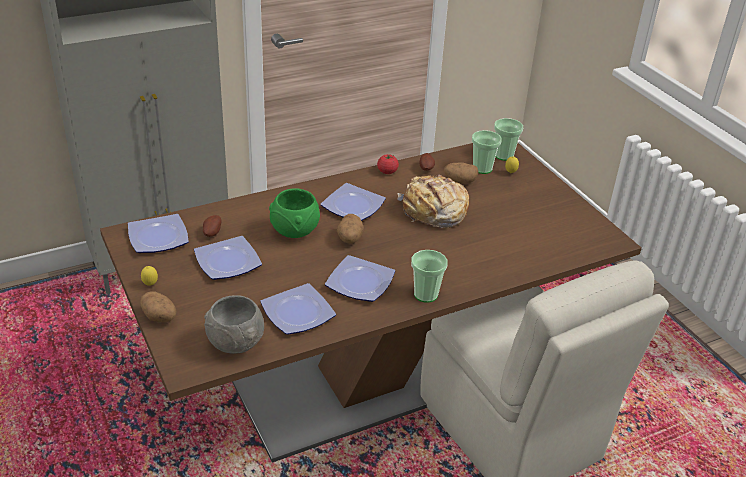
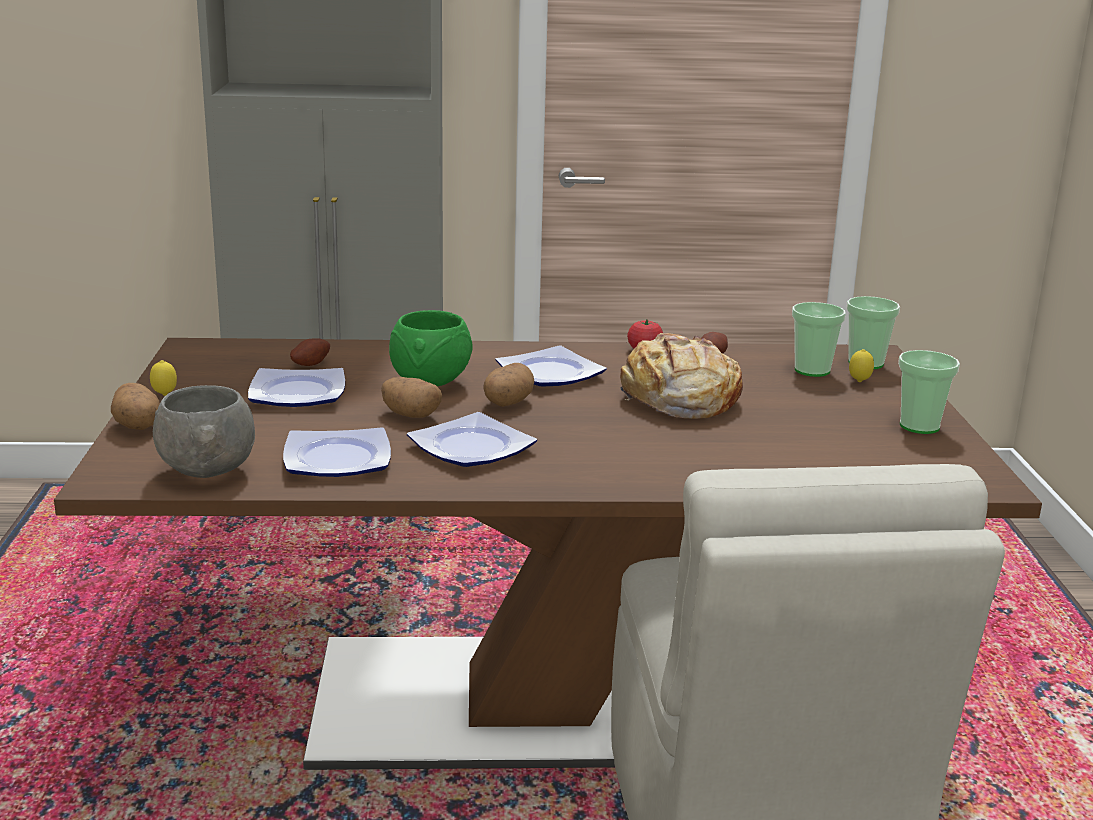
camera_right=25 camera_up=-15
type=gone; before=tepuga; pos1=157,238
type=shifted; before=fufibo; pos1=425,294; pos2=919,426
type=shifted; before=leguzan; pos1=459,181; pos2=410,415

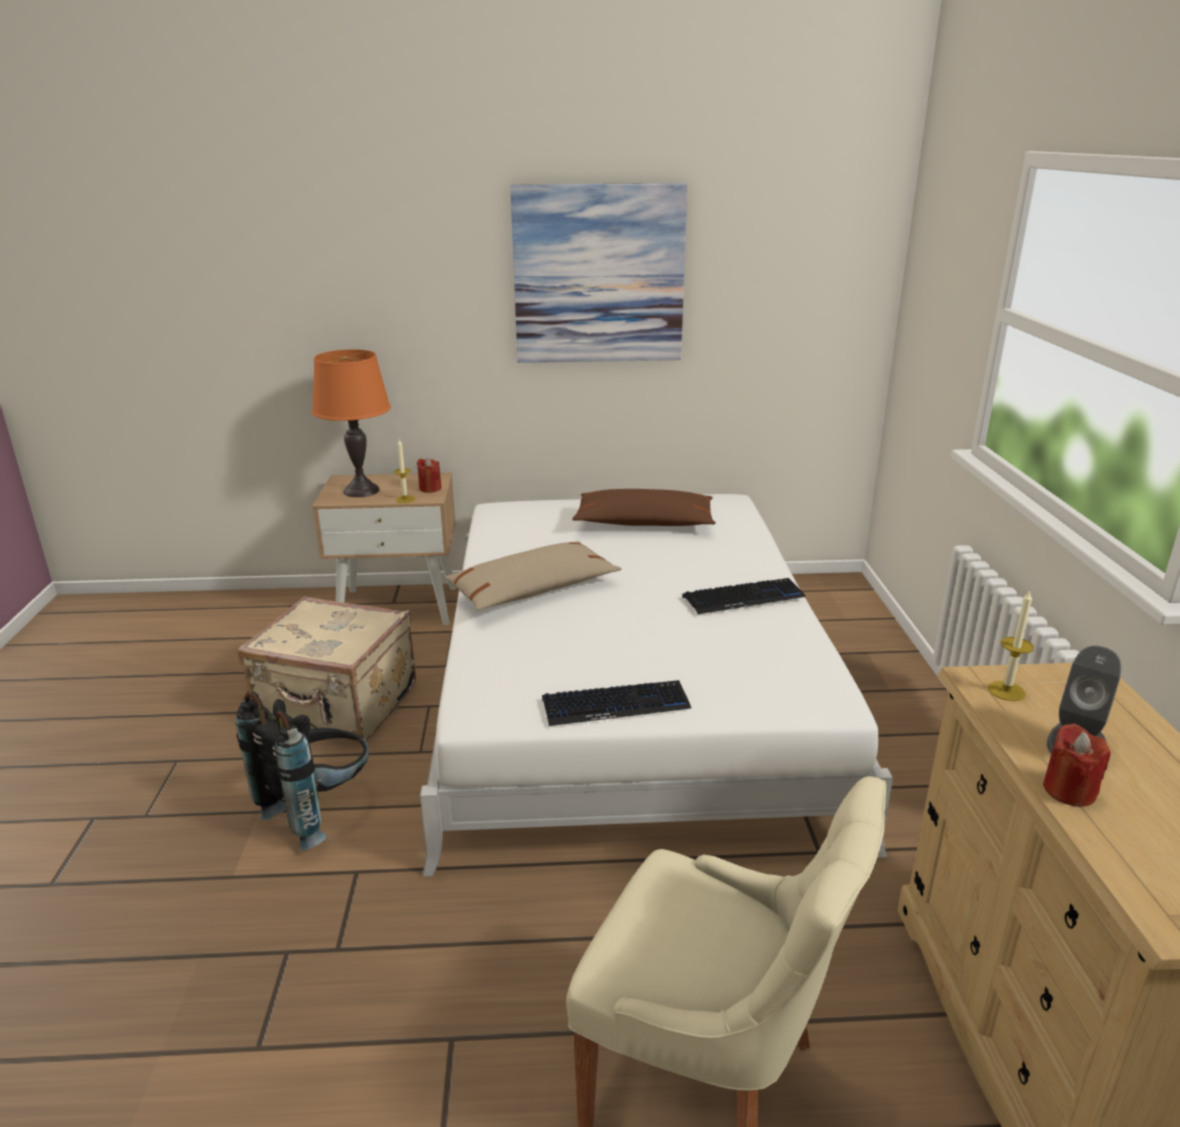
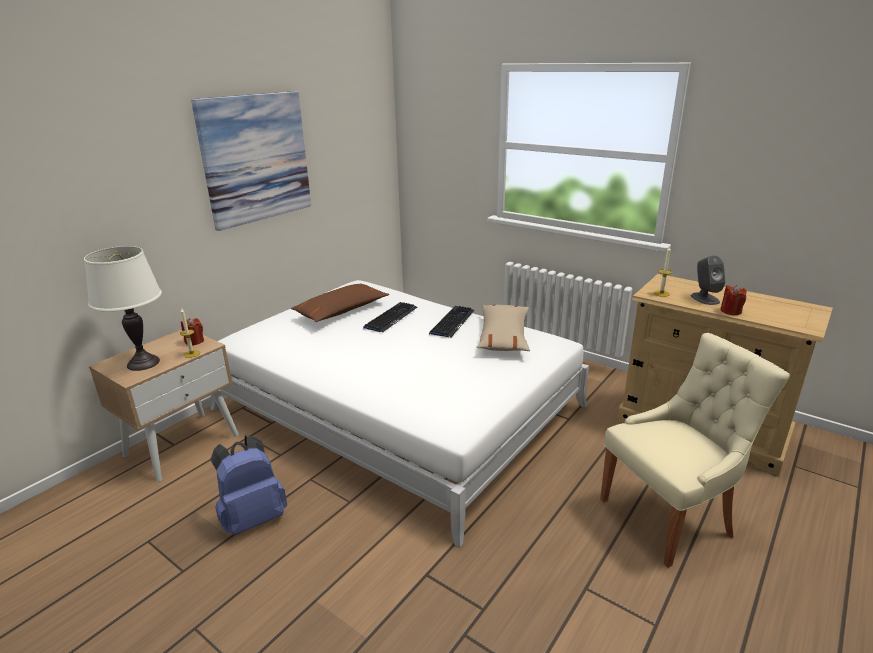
camera_right=-50 camera_up=0
type=gone; before=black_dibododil; pos1=319,810
type=shifted; before=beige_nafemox; pos1=533,590; pos2=503,336
type=shifted; before=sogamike; pos1=615,705; pos2=391,318
type=swapped; before=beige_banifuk; after=blue_dibododil; pos1=338,706; pos2=253,517
type=repainted; before=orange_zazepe; after=white_zazepe; pos1=361,491; pos2=143,363

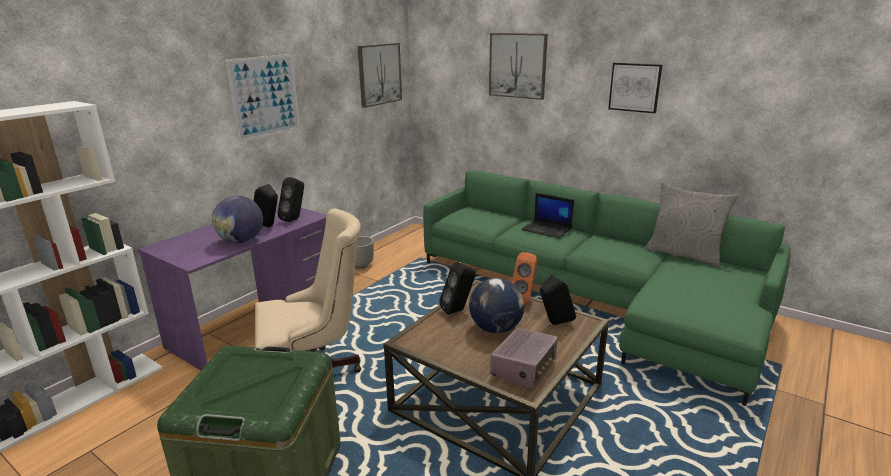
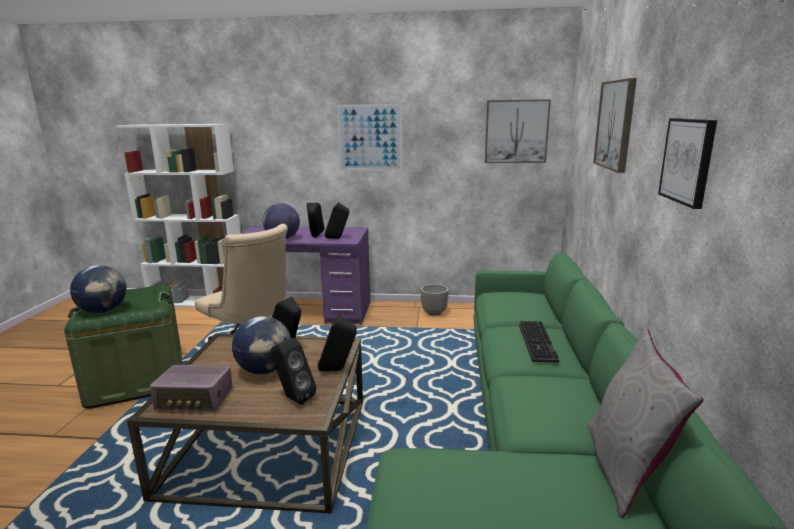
camera_right=60 camera_up=-5
type=new; after=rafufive; pos2=103,311
type=swapped; before=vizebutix; after=sogamike; pos1=547,229; pos2=539,343
type=repainted; before=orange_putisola; after=black_putisola; pos1=525,299; pos2=338,370

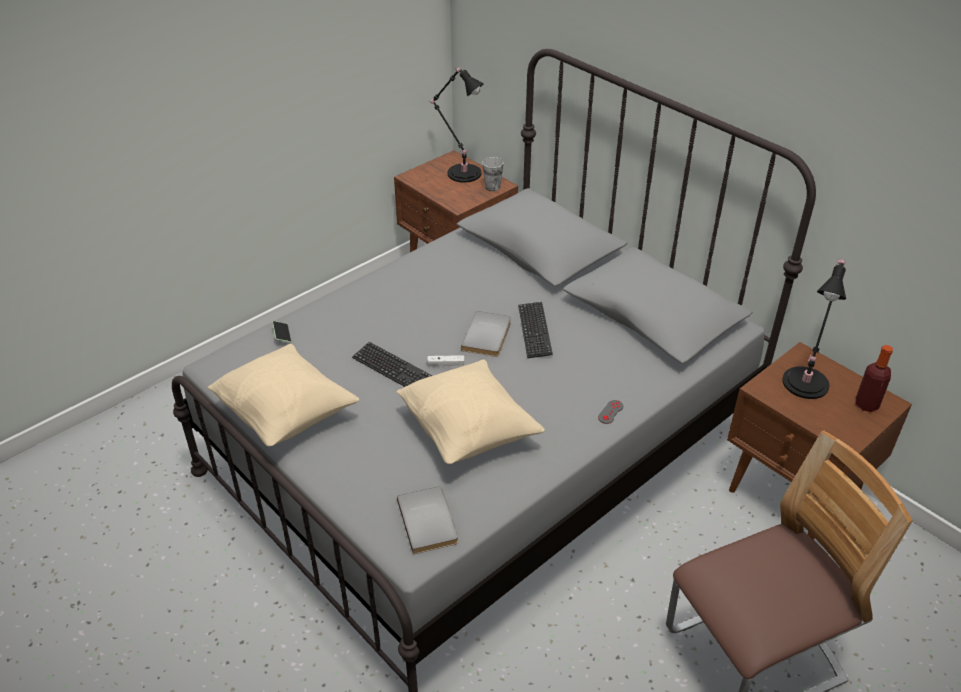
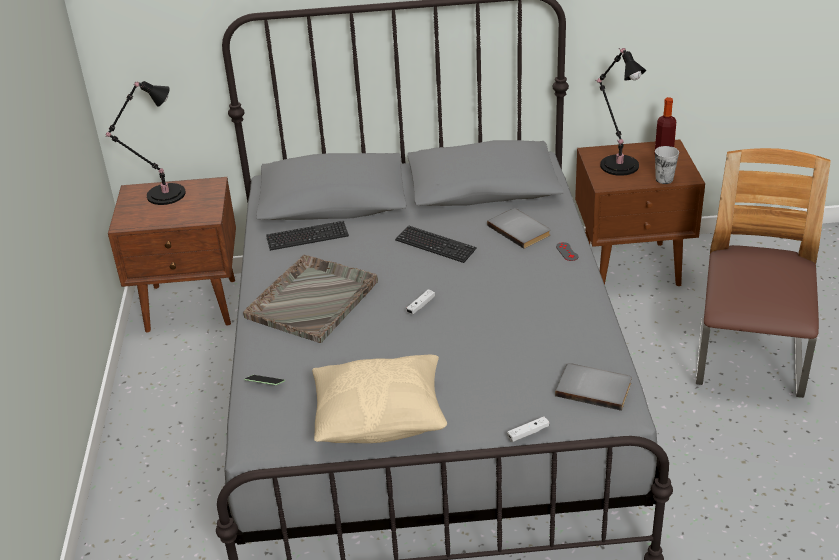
camera_right=-50 camera_up=-5
type=gone; before=beige_nafemox; pos1=468,432
type=new; after=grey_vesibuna; pos2=313,299
type=new; after=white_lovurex; pos2=528,433
type=shifted; before=sogamike; pos1=392,368; pos2=307,237
type=shifted; before=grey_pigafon; pos1=488,336; pos2=520,229
type=shifted; before=fufibo; pos1=492,187; pos2=664,179

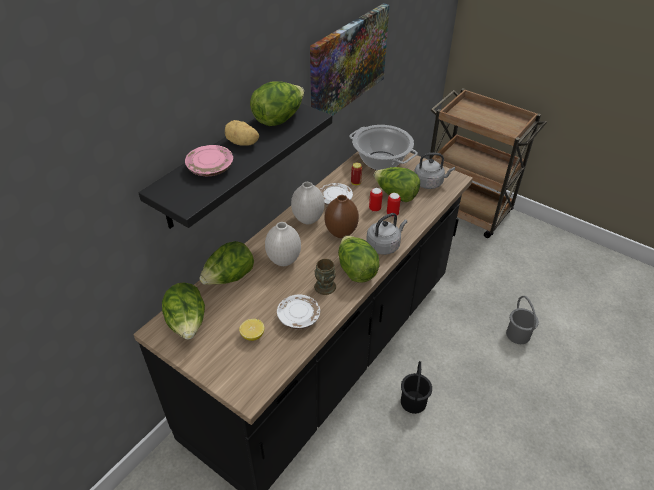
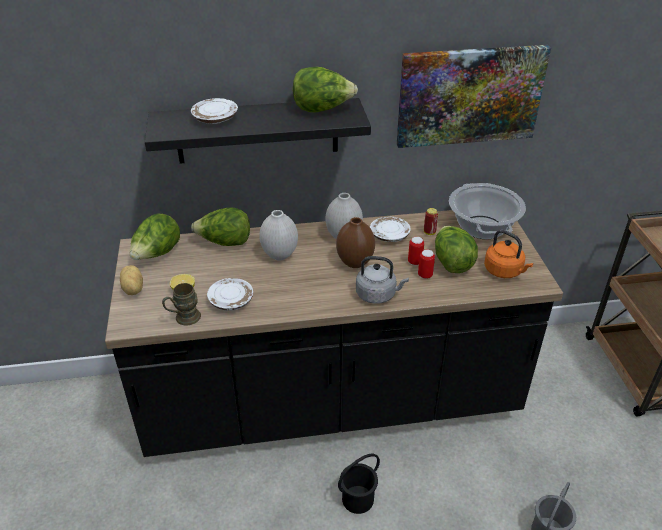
camera_right=45 camera_up=-5
type=gone; before=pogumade; pos1=356,270
type=shifted; before=leguzan; pos1=242,143; pos2=132,289
type=shifted; before=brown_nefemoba; pos1=324,290; pos2=183,318
type=repainted; before=pink_tepuga; after=white_tepuga; pos1=210,168; pos2=215,118
type=repainted; before=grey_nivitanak; after=orange_nivitanak; pos1=429,183; pos2=504,271

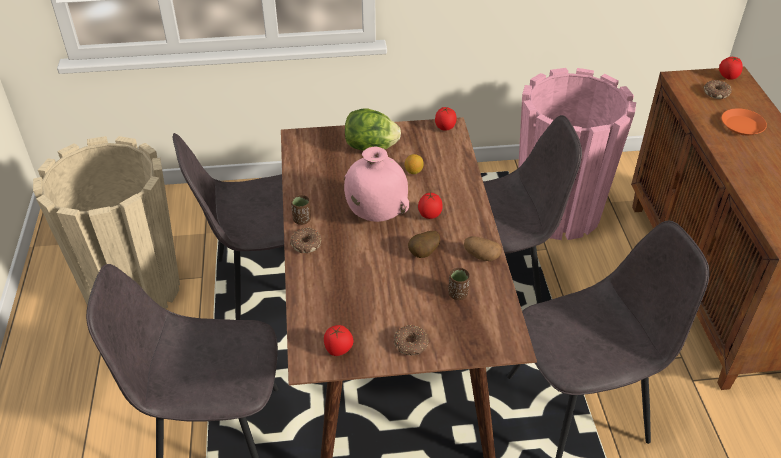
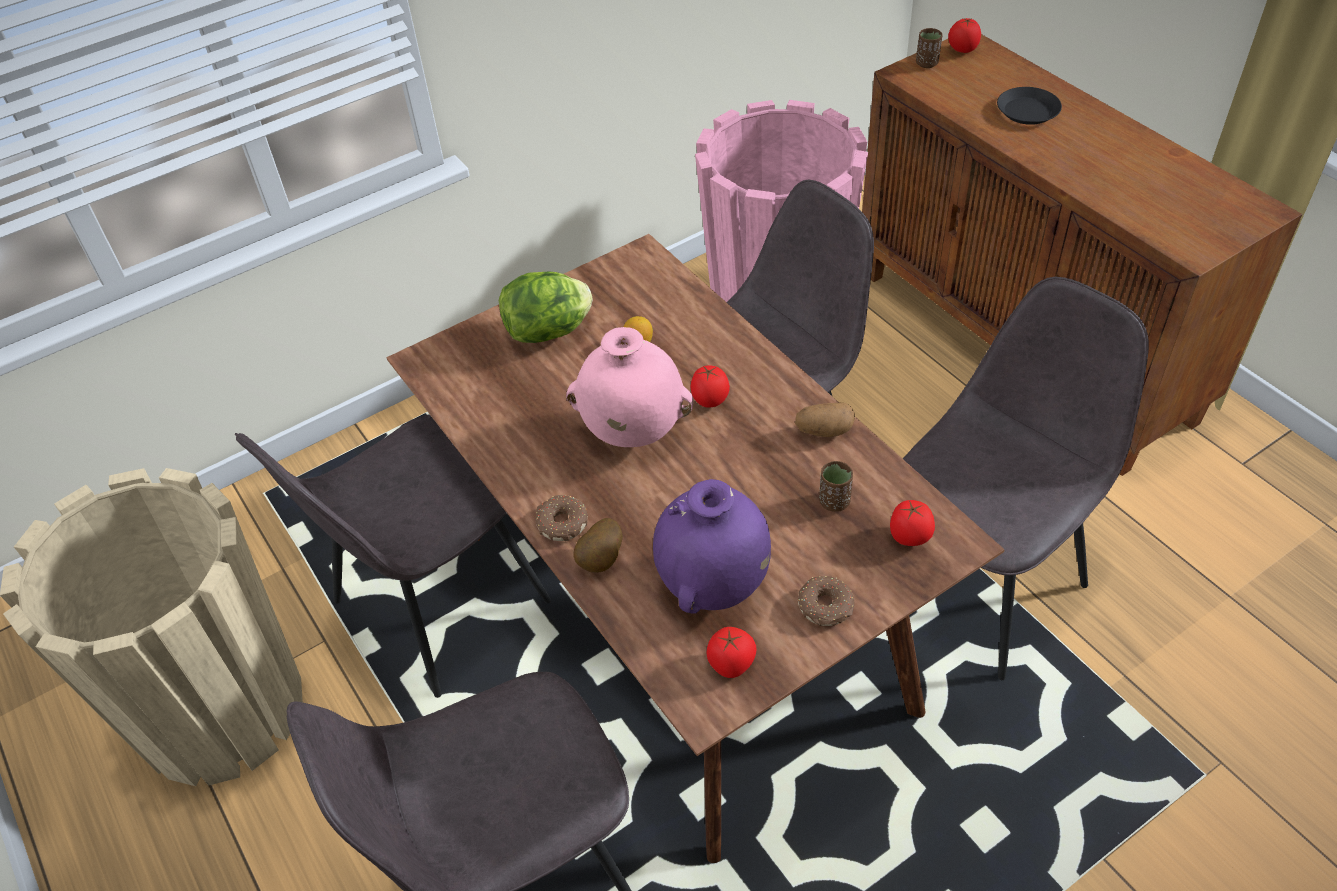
camera_right=-25 camera_up=5
type=gone; before=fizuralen; pos1=716,92
type=new; after=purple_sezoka; pos2=713,586
type=shifted; before=brown_fufibo; pos1=302,220; pos2=927,63
type=shifted; before=leguzan; pos1=424,254; pos2=602,560
type=shifted; before=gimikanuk; pos1=445,128; pos2=910,537
type=repainted; before=orange_tepuga; after=black_tepuga; pos1=742,125; pos2=1027,111

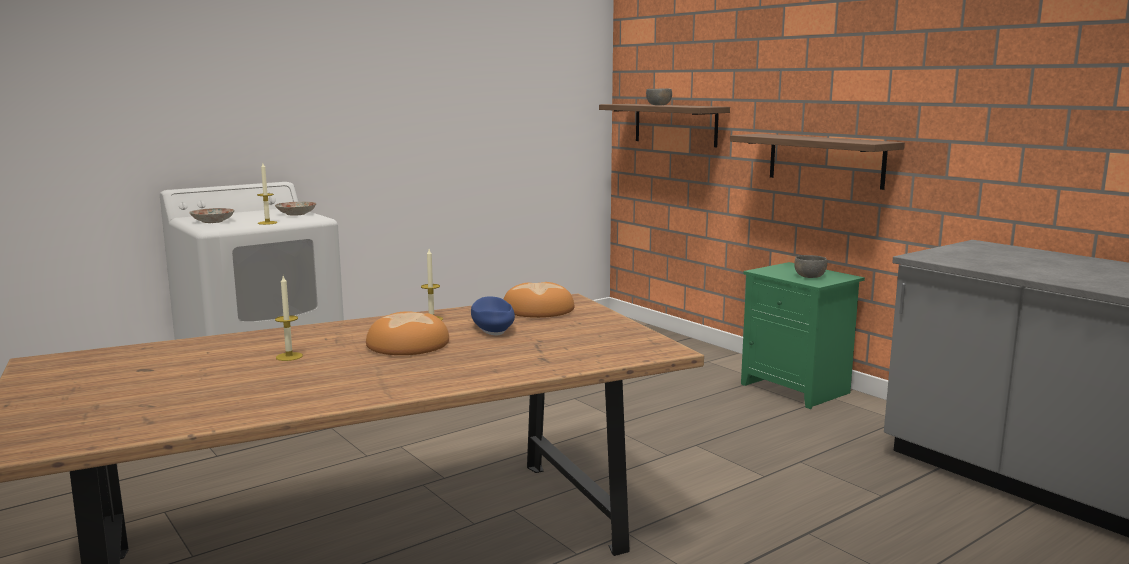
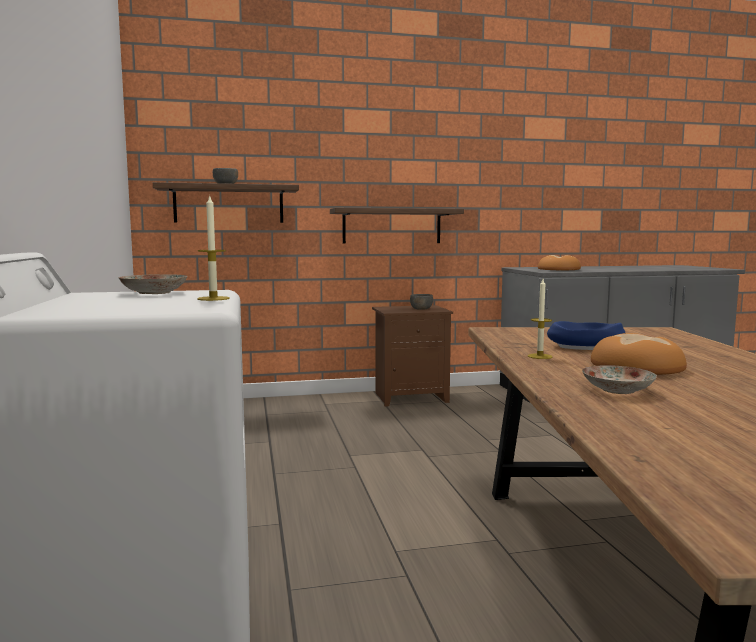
camera_right=-65 camera_up=-5
type=gone; before=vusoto; pos1=289,356
type=shifted; before=tepuga; pos1=213,221; pos2=617,390
type=shifted; before=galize; pos1=539,309; pos2=559,269
type=repainted; before=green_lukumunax; after=brown_lukumunax; pos1=797,389; pos2=411,397

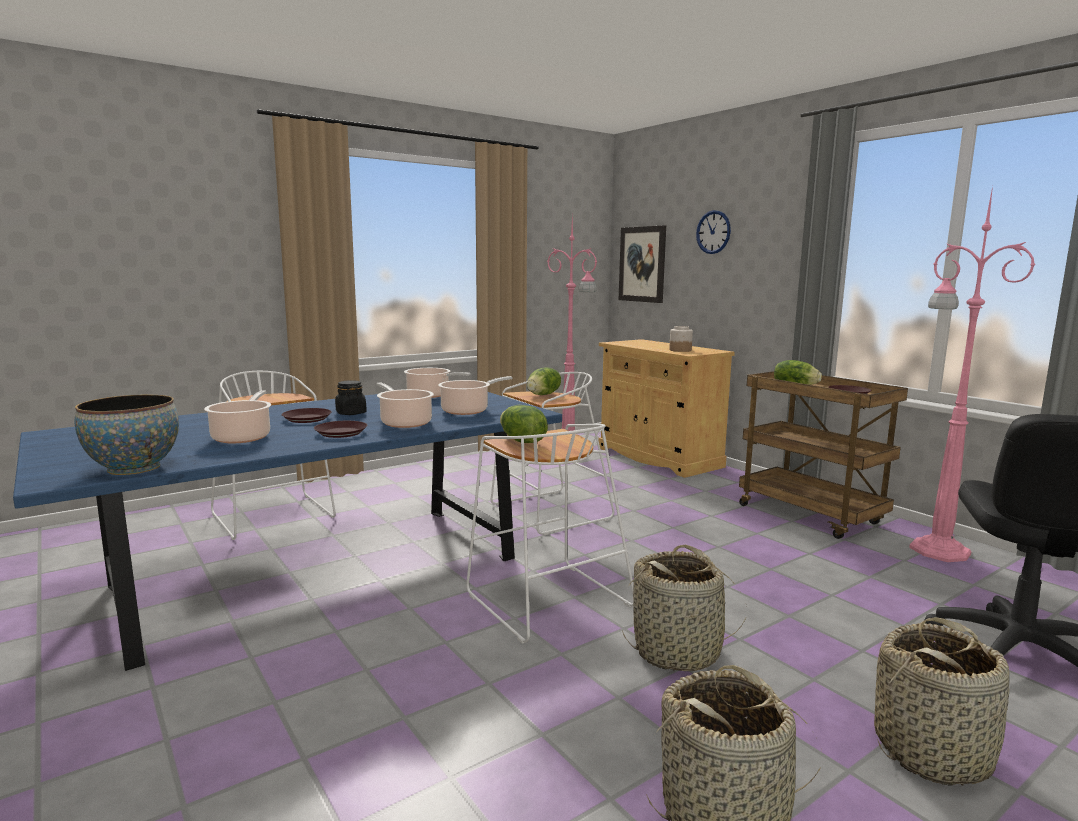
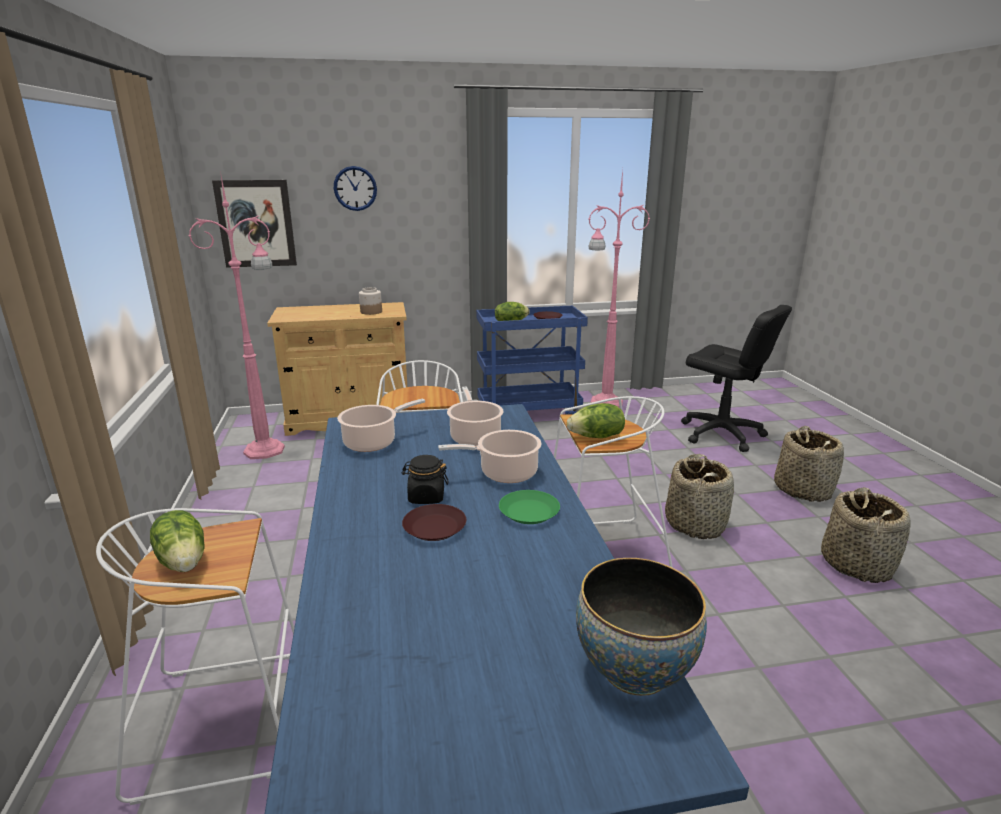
camera_right=-65 camera_up=10
type=gone; before=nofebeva; pos1=243,437
type=shifted; before=pogumade; pos1=543,395; pos2=184,561
type=repainted; before=brown_tepuga; after=green_tepuga; pos1=340,433; pos2=529,512
type=repainted; before=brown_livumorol; after=blue_livumorol; pos1=811,515; pos2=529,413

